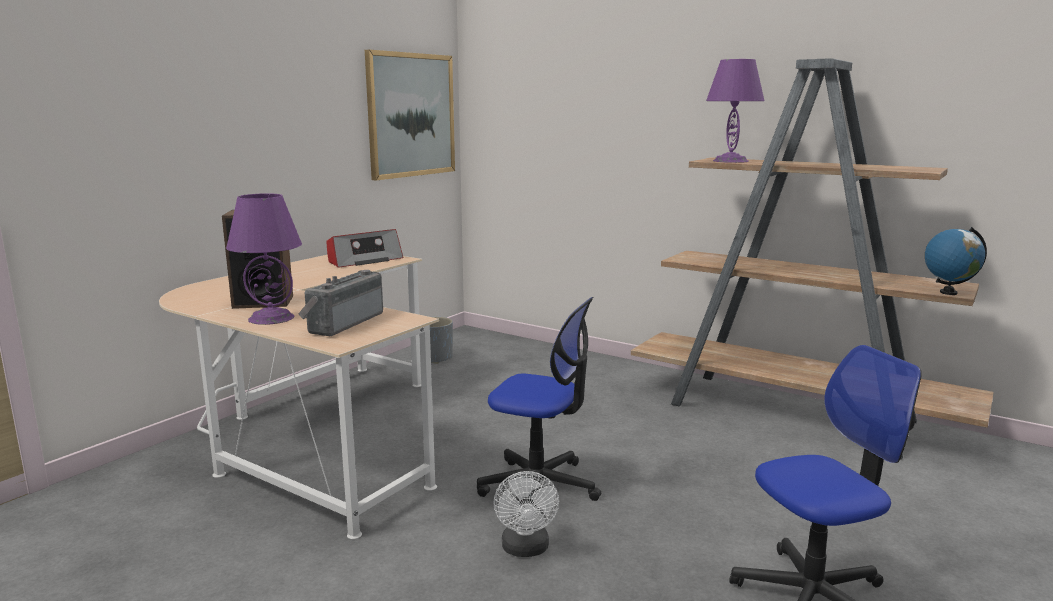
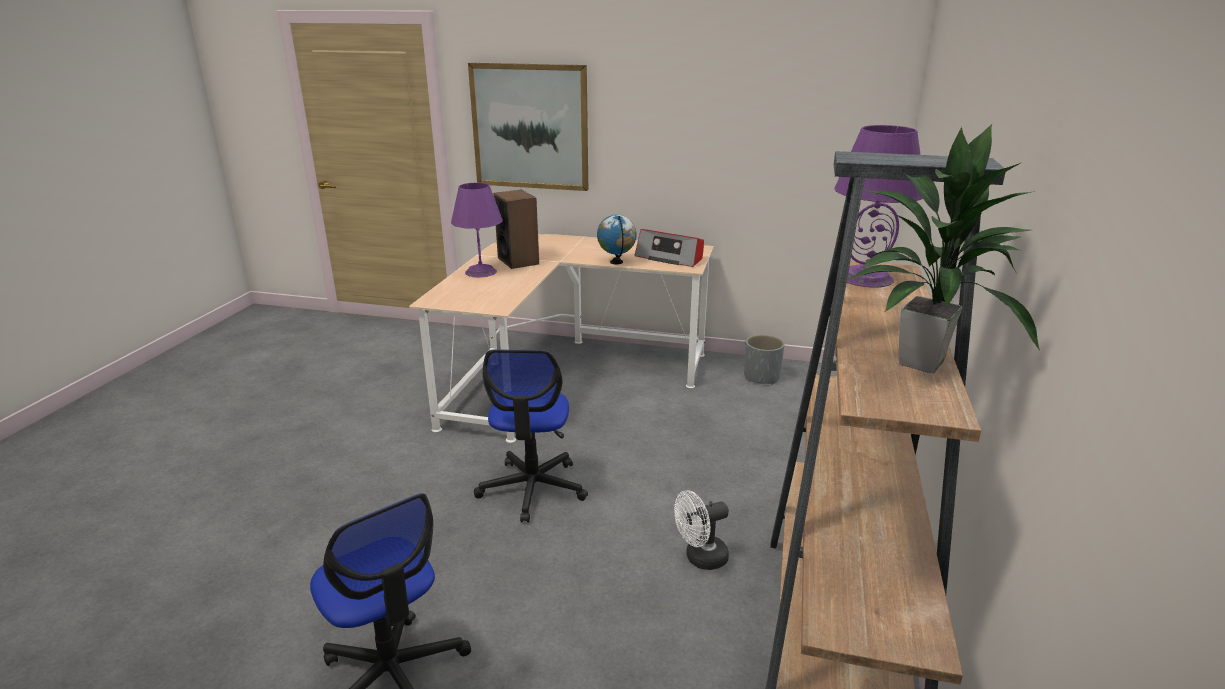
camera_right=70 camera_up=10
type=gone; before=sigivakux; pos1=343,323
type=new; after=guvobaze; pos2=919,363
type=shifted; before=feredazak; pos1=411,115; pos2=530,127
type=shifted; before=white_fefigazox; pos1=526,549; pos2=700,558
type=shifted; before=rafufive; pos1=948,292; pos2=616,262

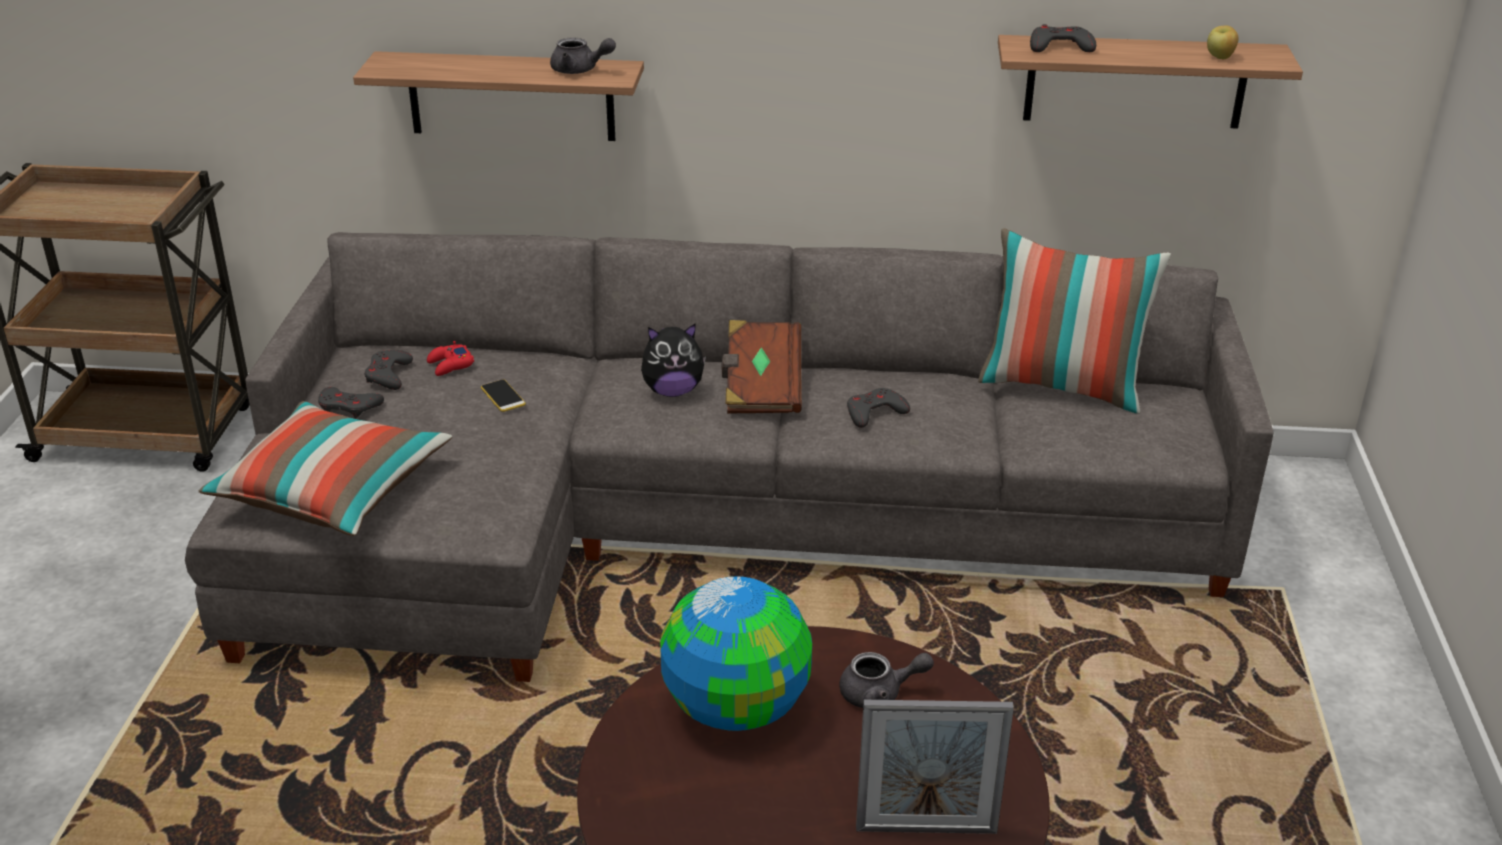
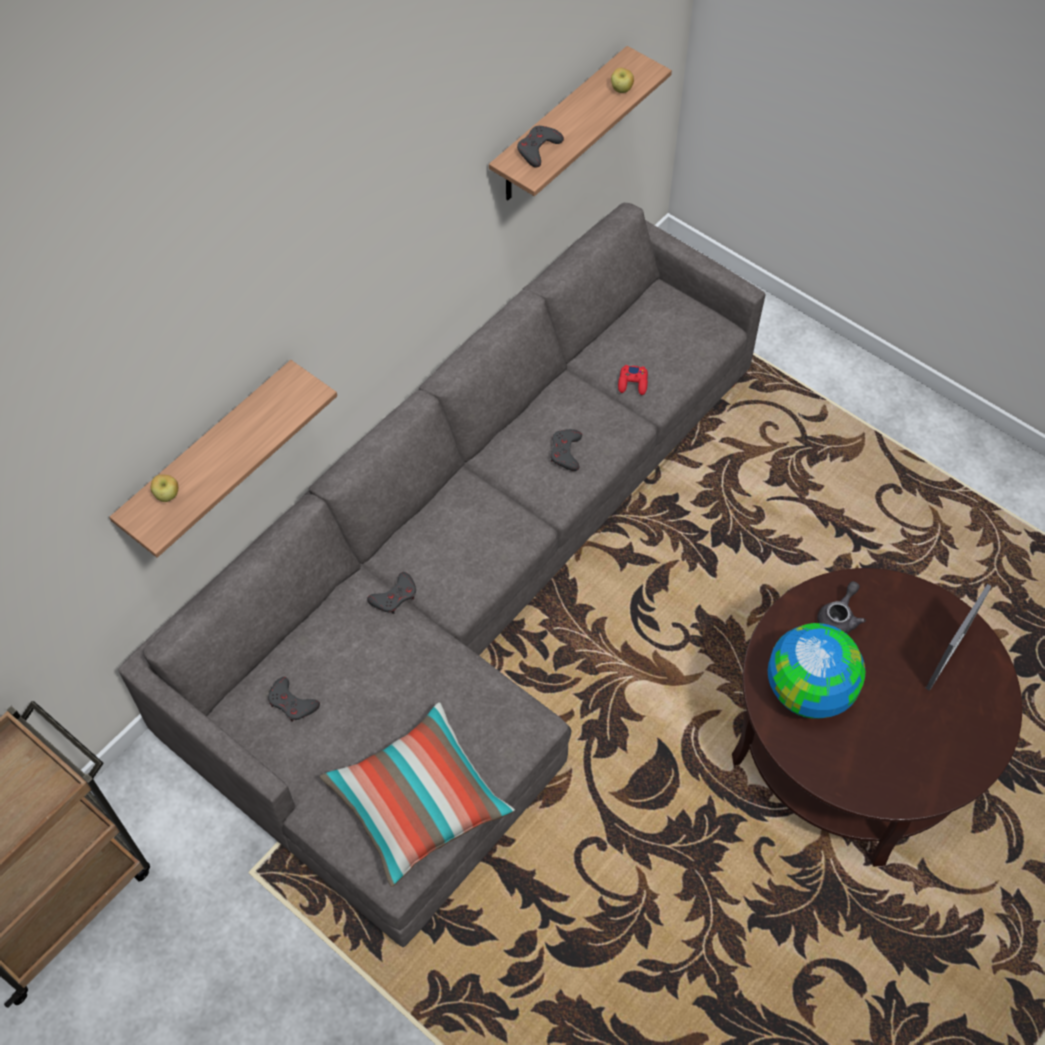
camera_right=-55 camera_up=25
type=gone; before=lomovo; pos1=503,396
type=gone; before=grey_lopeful; pos1=580,70
type=gone; before=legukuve; pos1=673,391
type=gone; before=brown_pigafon; pos1=761,387
type=gone; before=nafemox; pos1=1062,386
type=new; after=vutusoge; pos2=167,495
type=shifted; before=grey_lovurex; pos1=349,407; pos2=394,596
type=shifted; before=red_lovurex; pos1=450,365; pos2=633,383

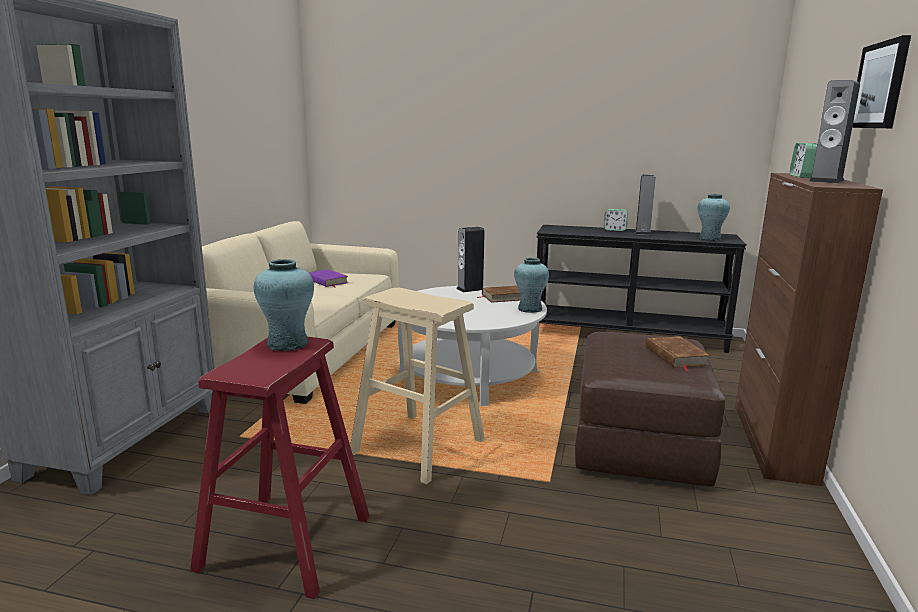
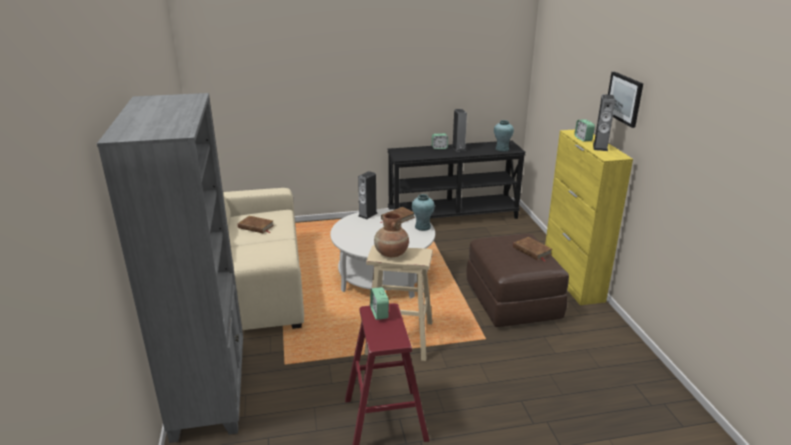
camera_right=-25 camera_up=10
type=new; after=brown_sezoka; pos2=391,253
type=swapped; before=turquoise_sezoka; after=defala; pos1=287,344; pos2=379,313
type=repainted; before=purple_pigafon; after=brown_pigafon; pos1=327,281; pos2=256,227
type=repainted; before=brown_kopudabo; after=yellow_kopudabo; pos1=773,442; pos2=572,280

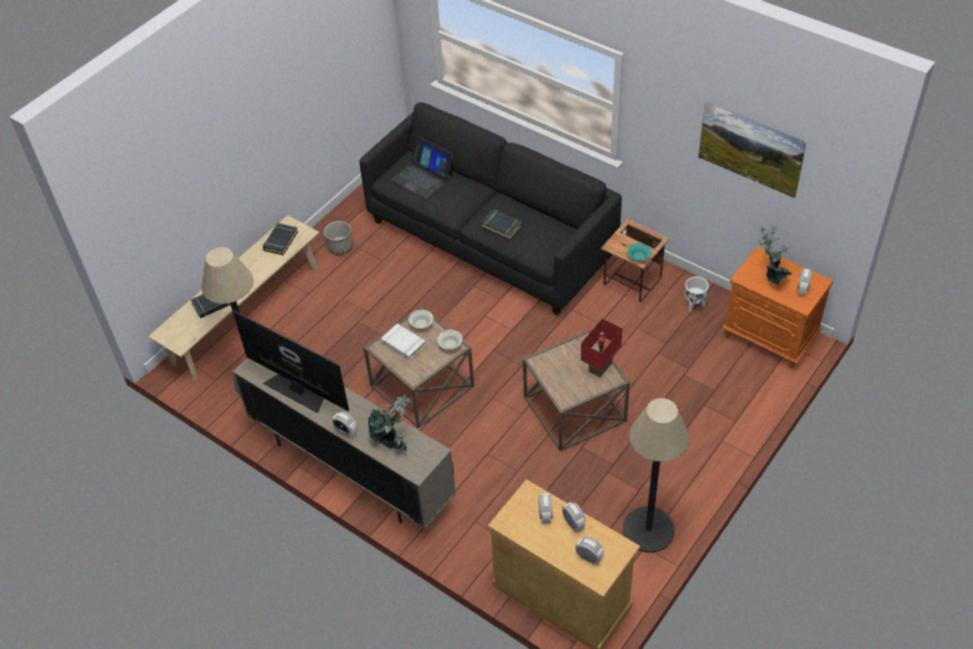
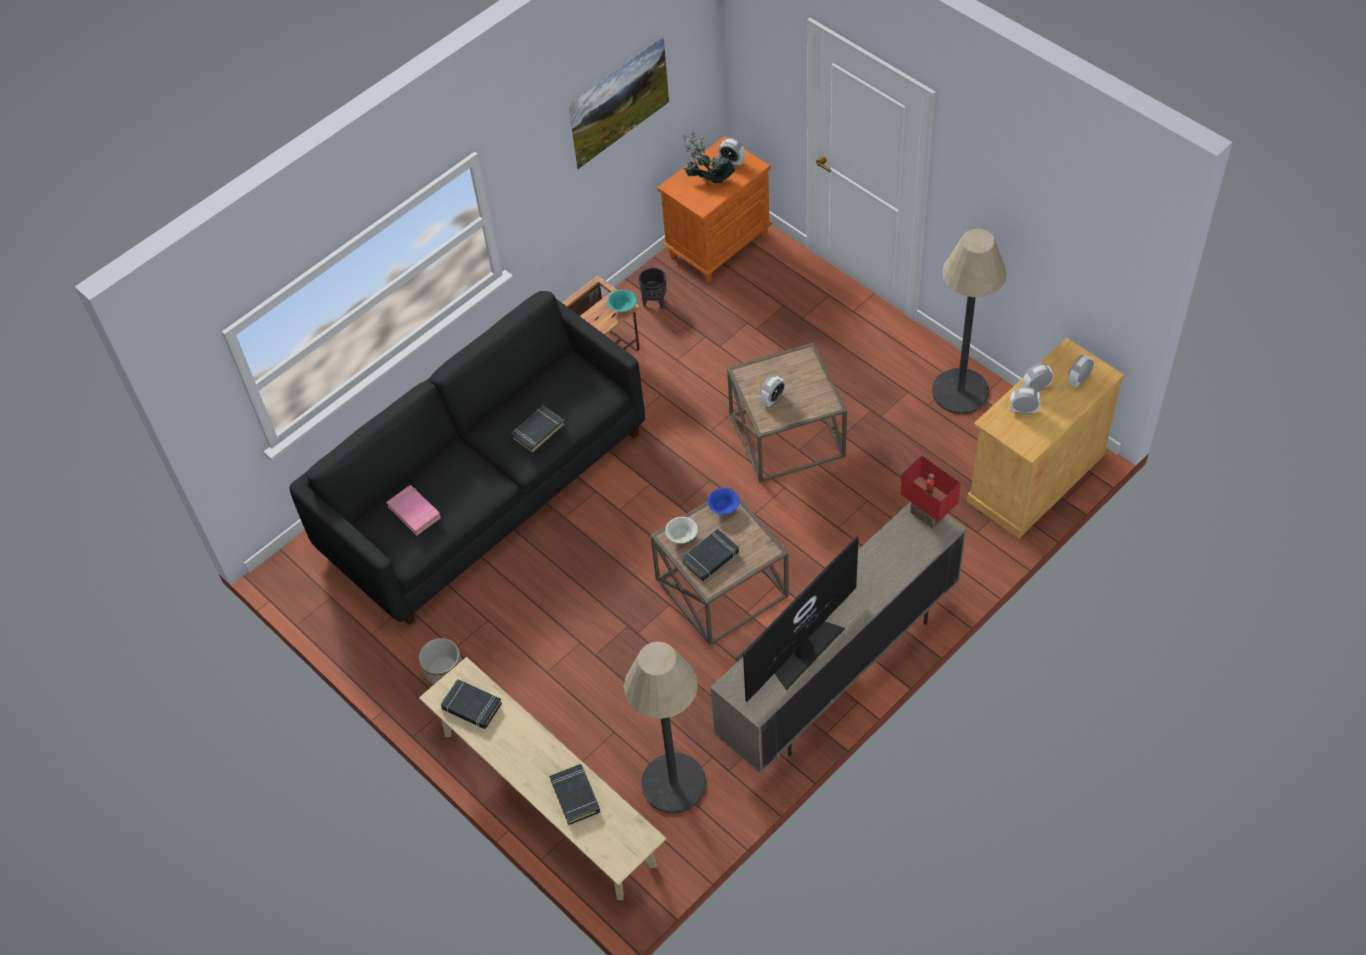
camera_right=-80 camera_up=5
type=gone; before=guvobaze; pos1=392,441
type=shifted; before=defala; pos1=346,431; pos2=772,399
type=shifted; before=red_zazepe; pos1=601,367; pos2=928,514
type=swapped; before=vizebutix; after=pink_pigafon; pos1=422,177; pos2=414,512
type=repainted; before=white_pigafon; after=black_pigafon; pos1=403,344; pos2=711,557
type=repainted; before=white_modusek; after=blue_modusek; pos1=450,345; pos2=723,507
type=repainted; before=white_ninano; after=black_ninano; pos1=694,305; pos2=655,302

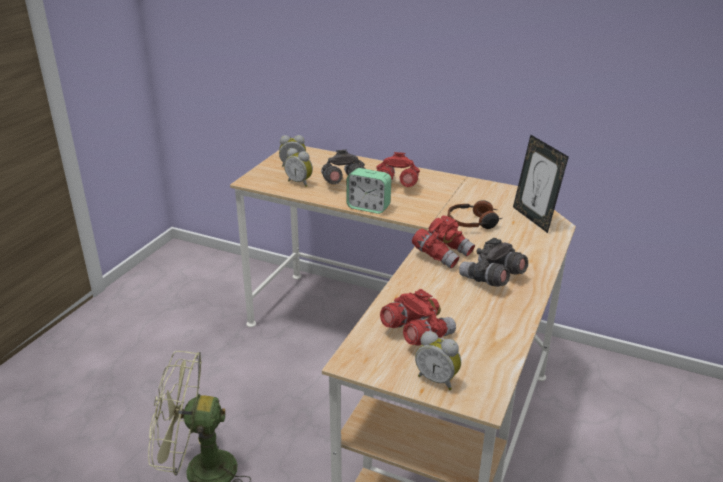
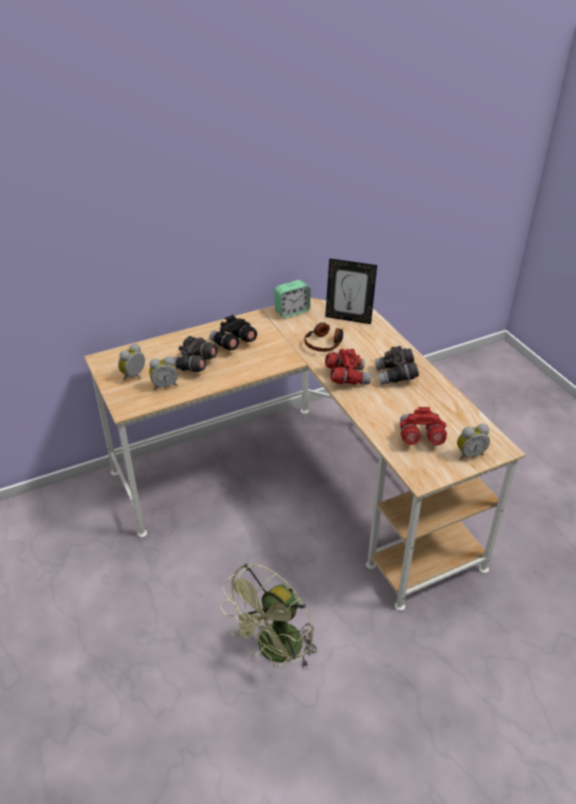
camera_right=-50 camera_up=10
type=shifted; before=defala; pos1=368,207; pos2=292,311
type=repainted; before=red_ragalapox; after=black_ragalapox; pos1=397,185; pos2=233,344

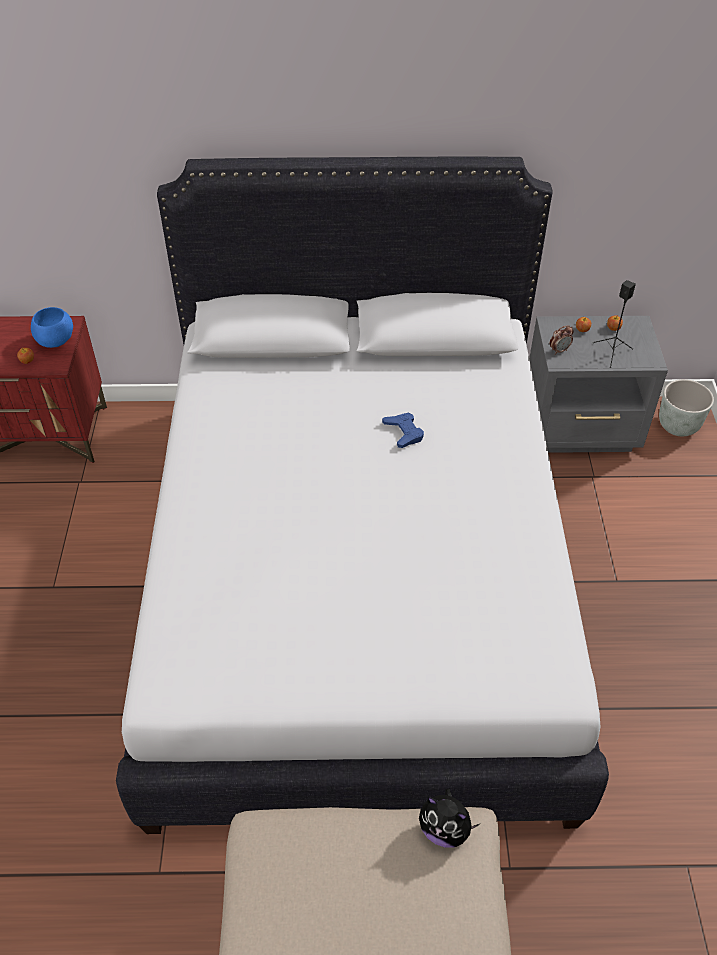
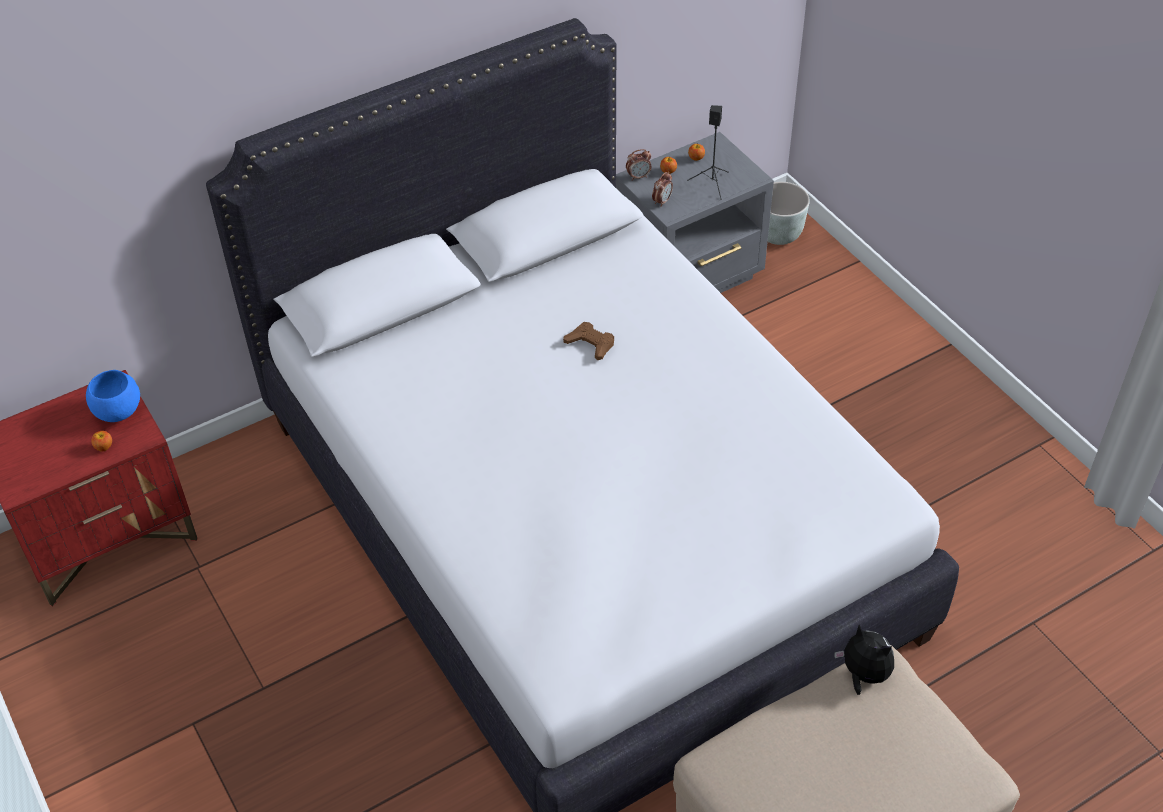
camera_right=-30 camera_up=0
type=new; after=defala; pos2=638,177
type=repainted; before=blue_lovurex; after=brown_lovurex; pos1=404,432; pos2=590,344
type=rotated; before=legukuve; pos1=445,829; pos2=863,675; turn=-135

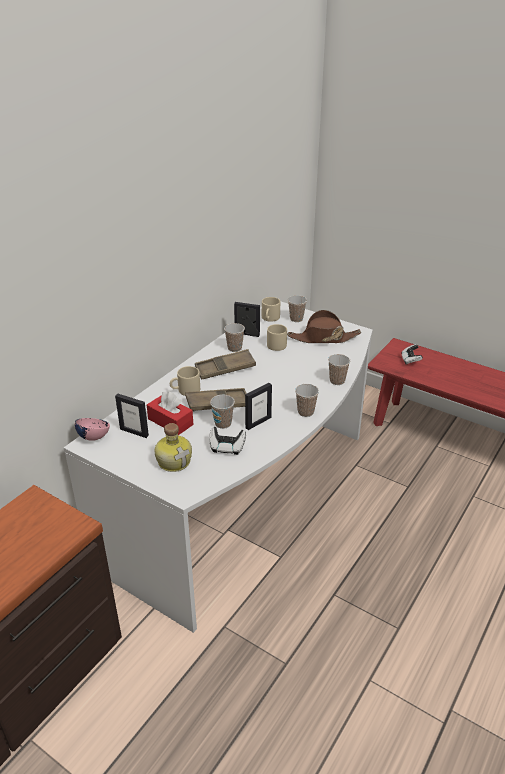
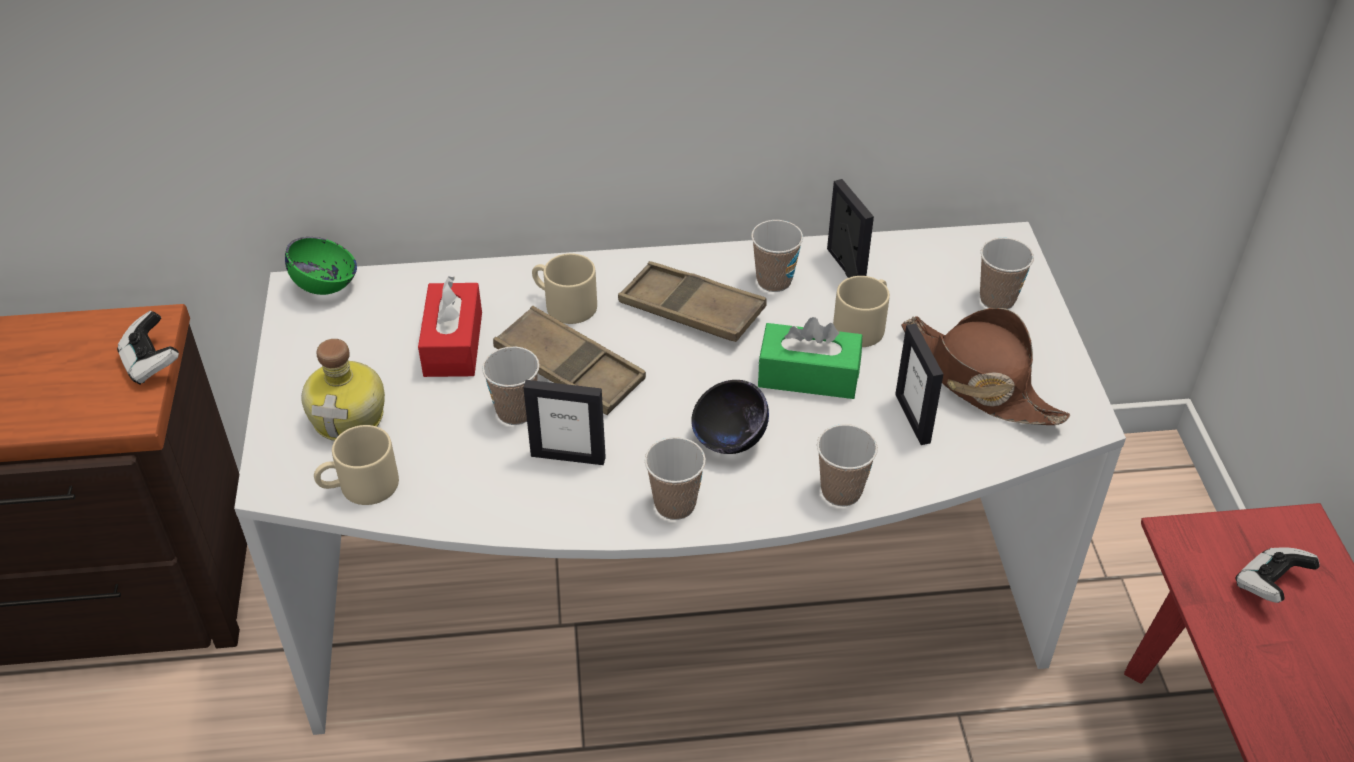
camera_right=50 camera_up=10
type=new; after=black_modusek; pos2=729,440
type=new; after=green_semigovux; pos2=808,375
type=shifted; before=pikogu; pos1=134,432; pos2=913,418
type=shifted; before=lovurex; pos1=227,447; pos2=151,363
type=shifted; before=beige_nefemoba; pos1=270,318; pos2=360,487
type=repainted; before=pink_modusek; after=green_modusek; pos1=94,437; pos2=326,286

